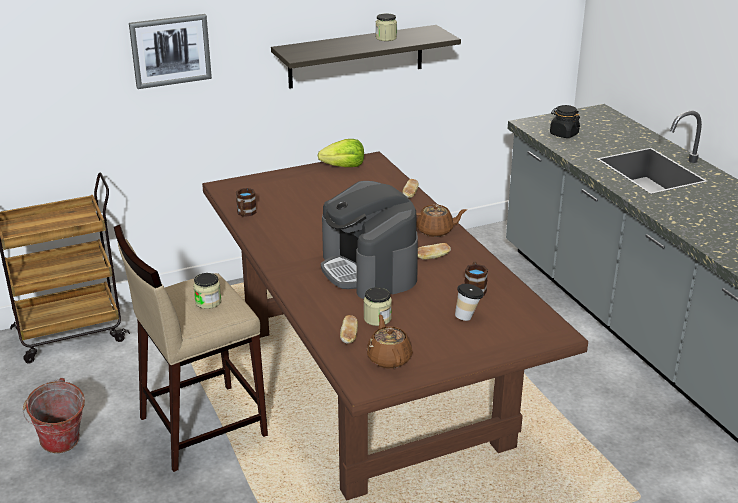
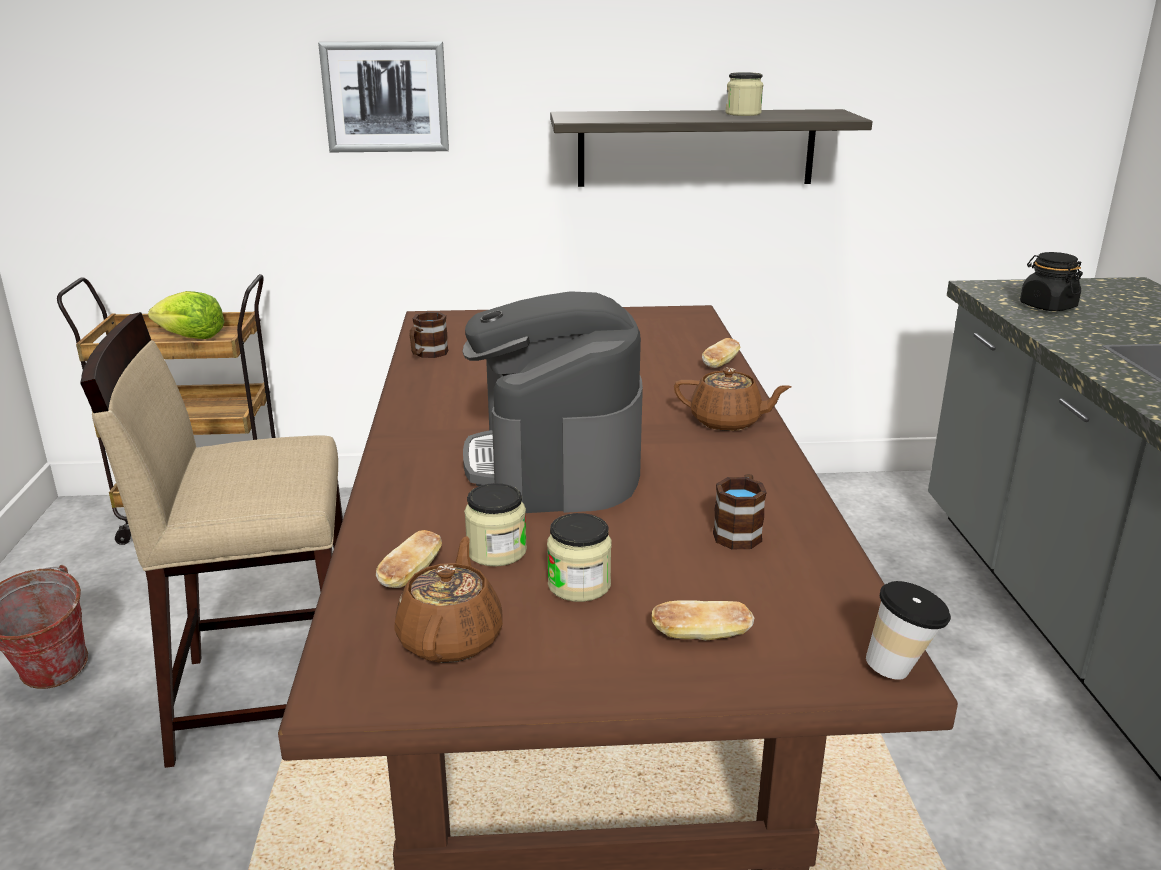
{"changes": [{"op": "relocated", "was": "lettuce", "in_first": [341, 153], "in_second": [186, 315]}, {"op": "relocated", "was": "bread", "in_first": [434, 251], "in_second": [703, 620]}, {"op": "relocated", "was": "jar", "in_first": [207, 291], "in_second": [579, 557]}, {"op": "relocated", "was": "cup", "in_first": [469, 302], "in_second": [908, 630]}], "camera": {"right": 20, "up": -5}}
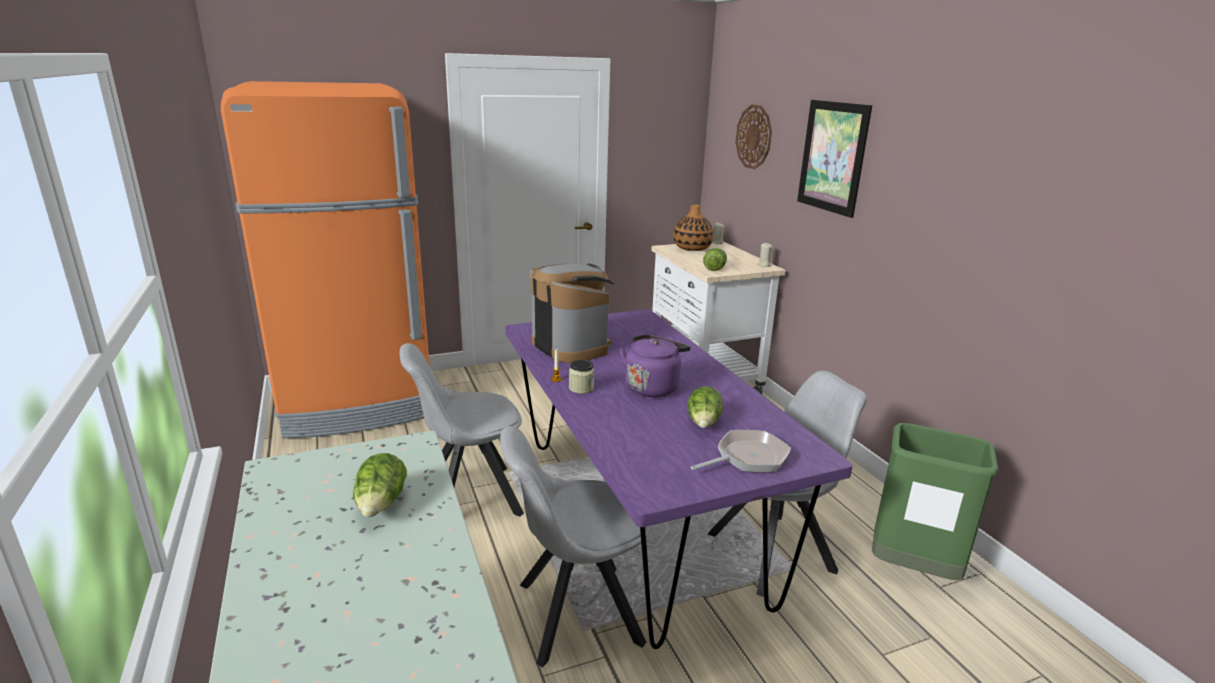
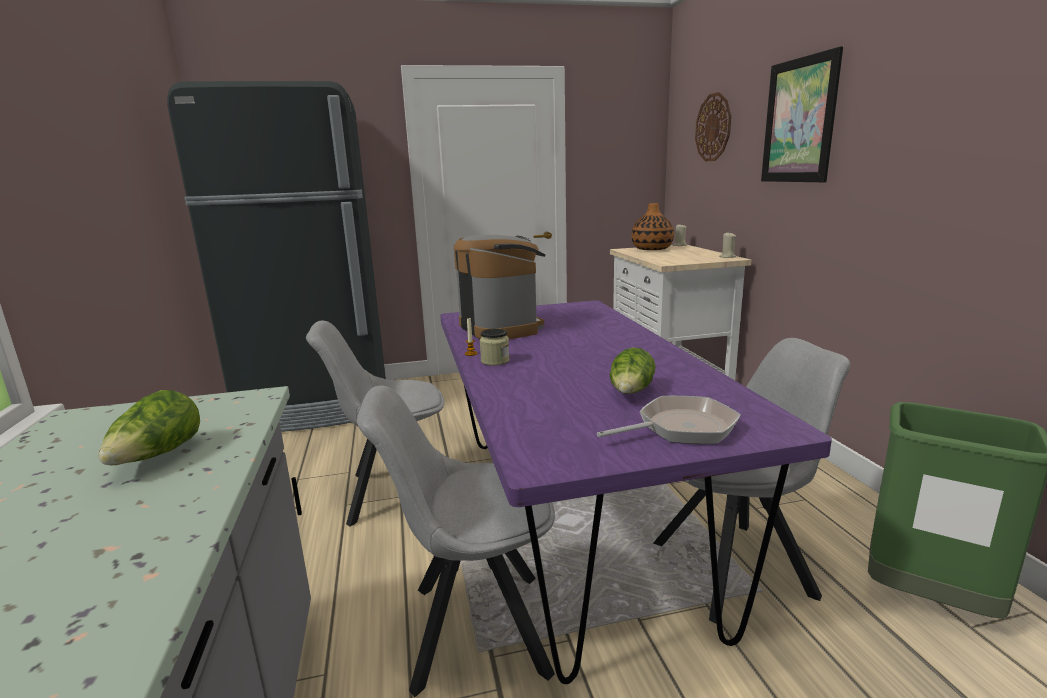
{"changes": [{"op": "colour", "was": "orange fridge", "now": "black fridge", "in_first": [325, 259], "in_second": [276, 256]}, {"op": "missing", "was": "lettuce", "in_first": [715, 259]}, {"op": "missing", "was": "purple kettle", "in_first": [655, 365]}], "camera": {"right": 10, "up": -5}}
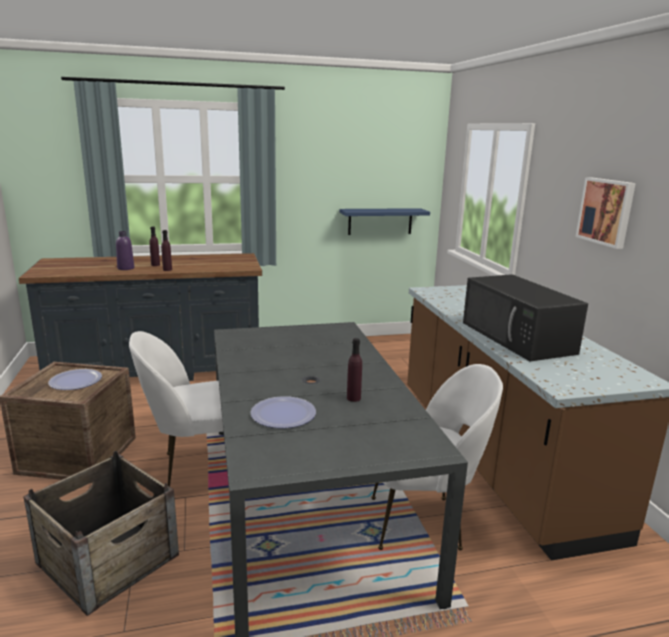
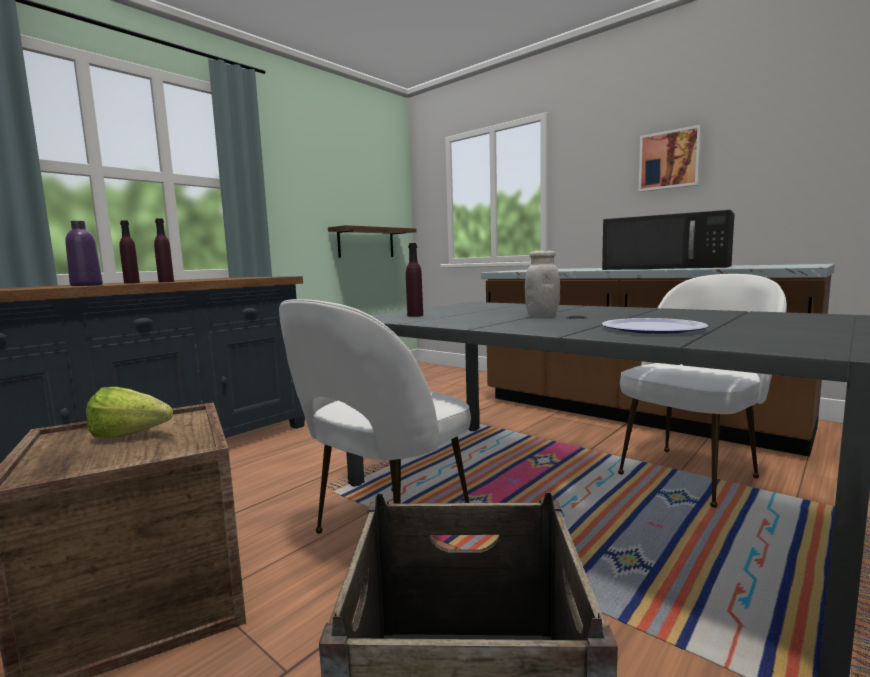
{"changes": [{"op": "colour", "was": "blue shelf", "now": "brown shelf", "in_first": [384, 221], "in_second": [372, 241]}, {"op": "relocated", "was": "purple bottle", "in_first": [354, 370], "in_second": [414, 280]}, {"op": "exchanged", "was": "plate", "now": "lettuce", "in_first": [75, 379], "in_second": [129, 412]}, {"op": "appeared", "now": "white jar", "in_second": [542, 284]}], "camera": {"right": -35, "up": -10}}
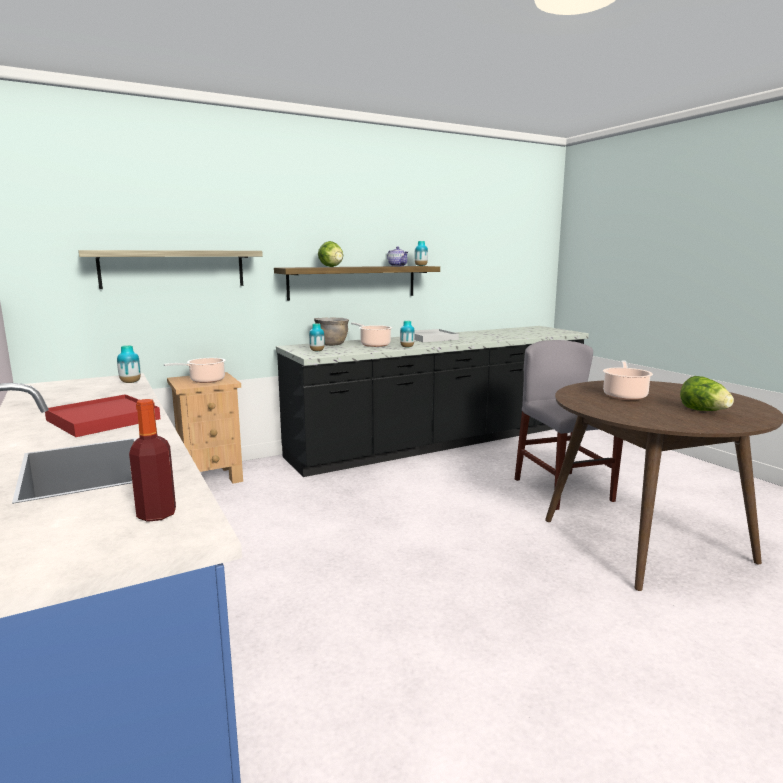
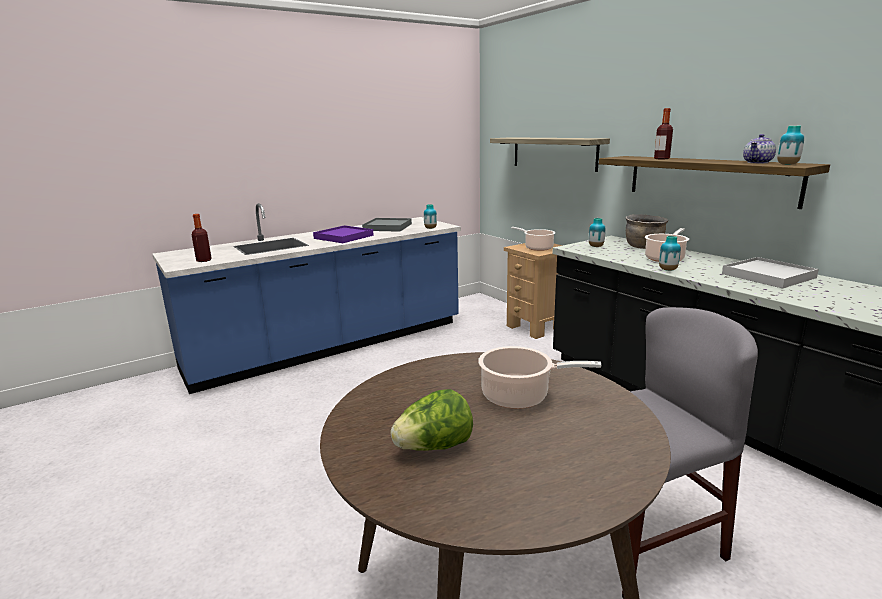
{"changes": [{"op": "exchanged", "was": "lettuce", "now": "bottle", "in_first": [330, 254], "in_second": [663, 133]}, {"op": "colour", "was": "red tray", "now": "purple tray", "in_first": [102, 415], "in_second": [343, 234]}, {"op": "appeared", "now": "grey tray", "in_second": [387, 225]}], "camera": {"right": 85, "up": 5}}
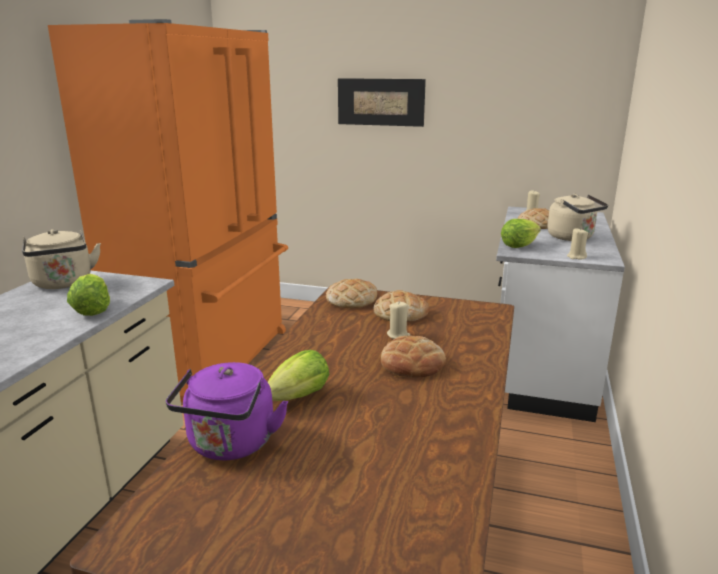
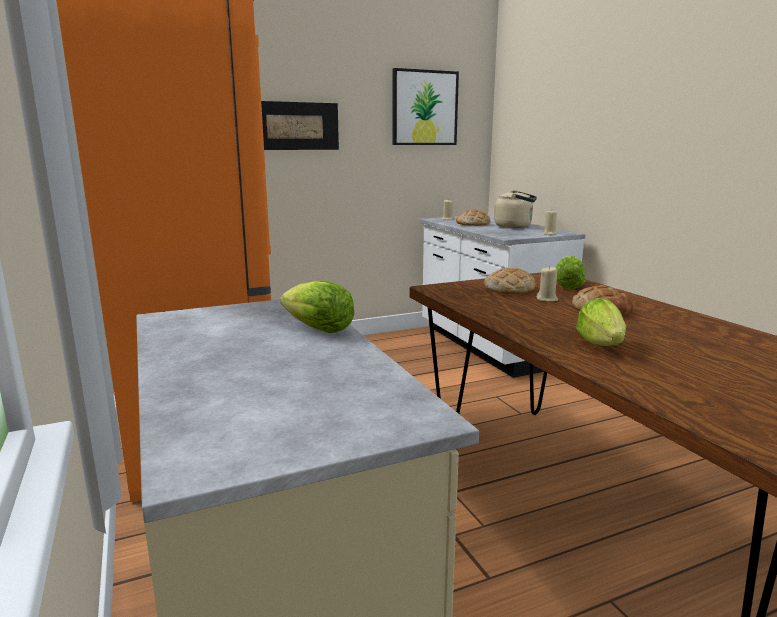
{"changes": [{"op": "relocated", "was": "lettuce", "in_first": [521, 233], "in_second": [571, 272]}, {"op": "missing", "was": "beige kettle", "in_first": [61, 259]}, {"op": "missing", "was": "bread", "in_first": [351, 293]}, {"op": "missing", "was": "purple kettle", "in_first": [227, 411]}, {"op": "appeared", "now": "picture", "in_second": [425, 106]}], "camera": {"right": -40, "up": -5}}
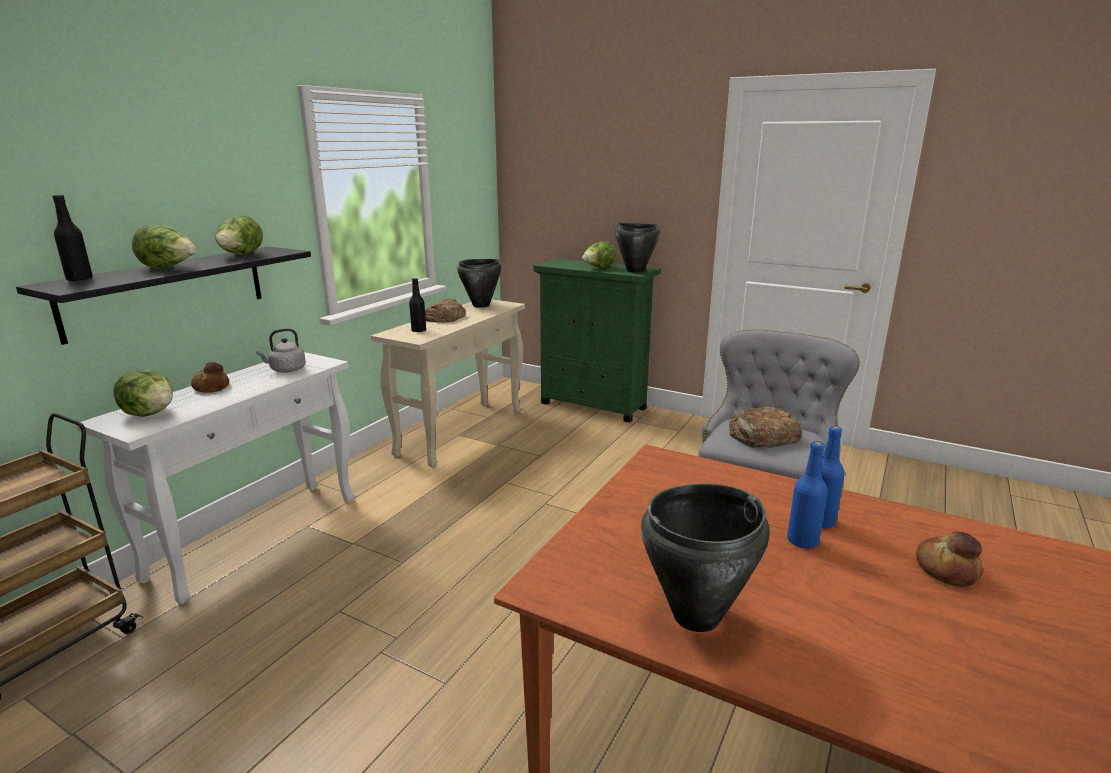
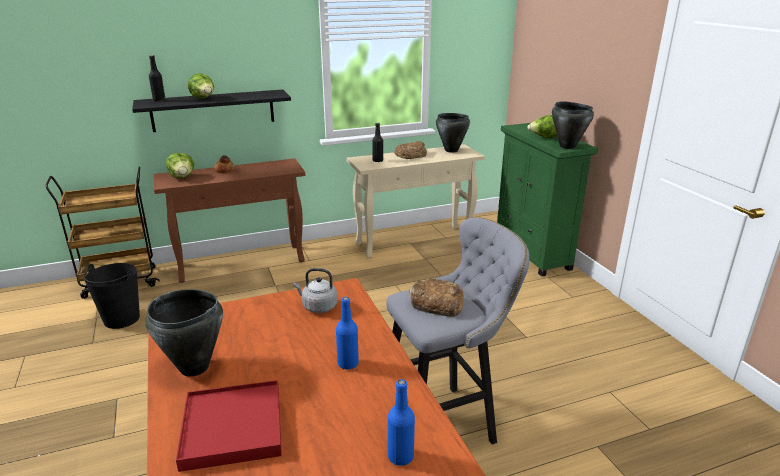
{"changes": [{"op": "missing", "was": "lettuce", "in_first": [239, 235]}, {"op": "relocated", "was": "grey kettle", "in_first": [281, 350], "in_second": [315, 290]}, {"op": "colour", "was": "white console table", "now": "brown console table", "in_first": [215, 478], "in_second": [229, 220]}, {"op": "relocated", "was": "blue bottle", "in_first": [807, 494], "in_second": [401, 422]}, {"op": "missing", "was": "bread", "in_first": [949, 559]}, {"op": "appeared", "now": "black bucket", "in_second": [111, 296]}, {"op": "appeared", "now": "red tray", "in_second": [229, 426]}], "camera": {"right": 40, "up": 5}}
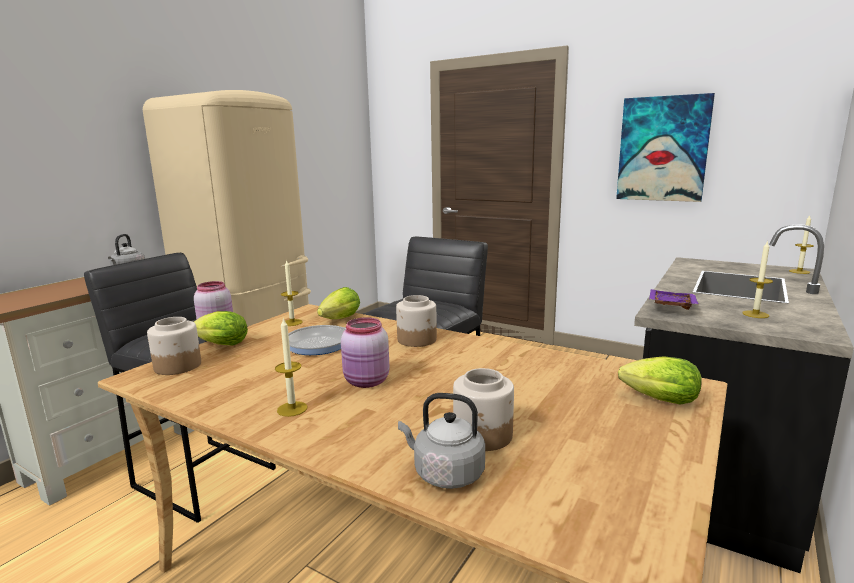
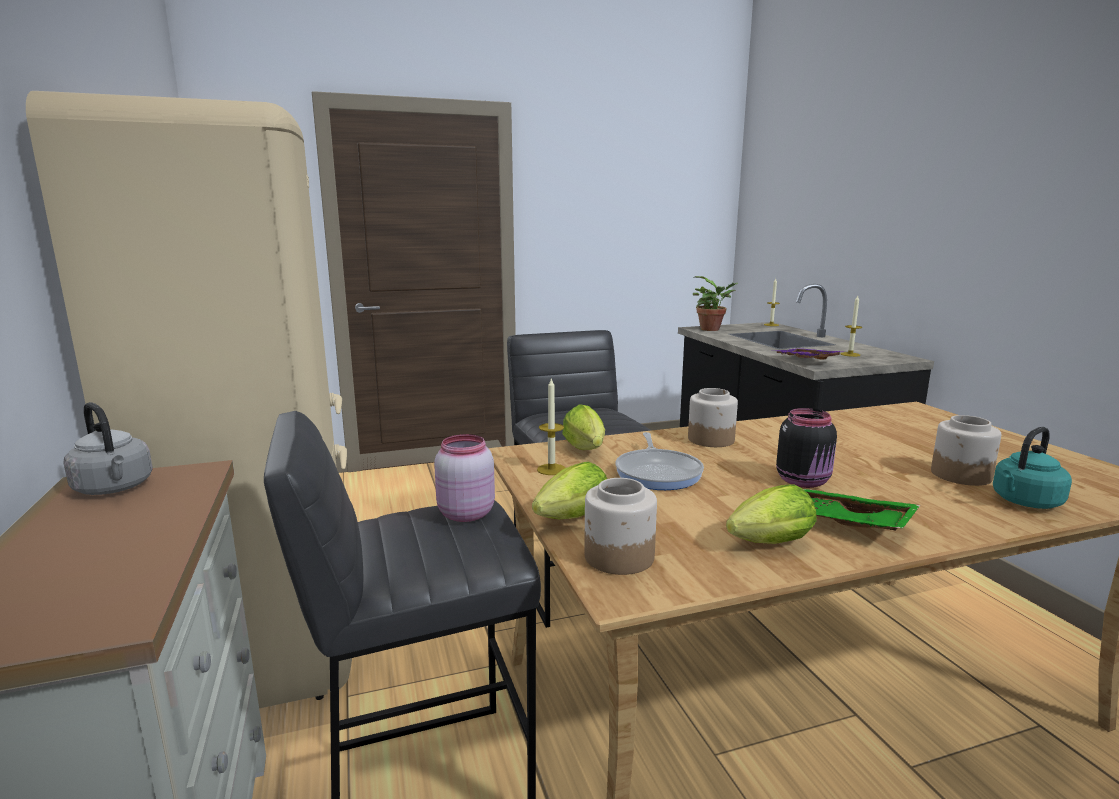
{"changes": [{"op": "missing", "was": "picture", "in_first": [665, 147]}, {"op": "colour", "was": "pink jar", "now": "black jar", "in_first": [365, 352], "in_second": [806, 448]}, {"op": "exchanged", "was": "candle", "now": "green tray", "in_first": [291, 367], "in_second": [862, 509]}, {"op": "relocated", "was": "lettuce", "in_first": [660, 380], "in_second": [771, 514]}, {"op": "colour", "was": "grey kettle", "now": "turquoise kettle", "in_first": [441, 441], "in_second": [1032, 468]}, {"op": "appeared", "now": "potted plant", "in_second": [715, 303]}], "camera": {"right": -50, "up": 0}}
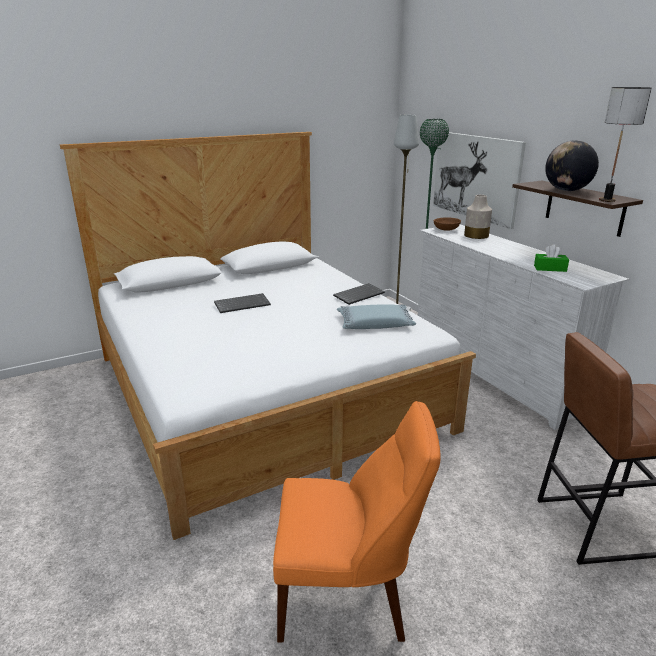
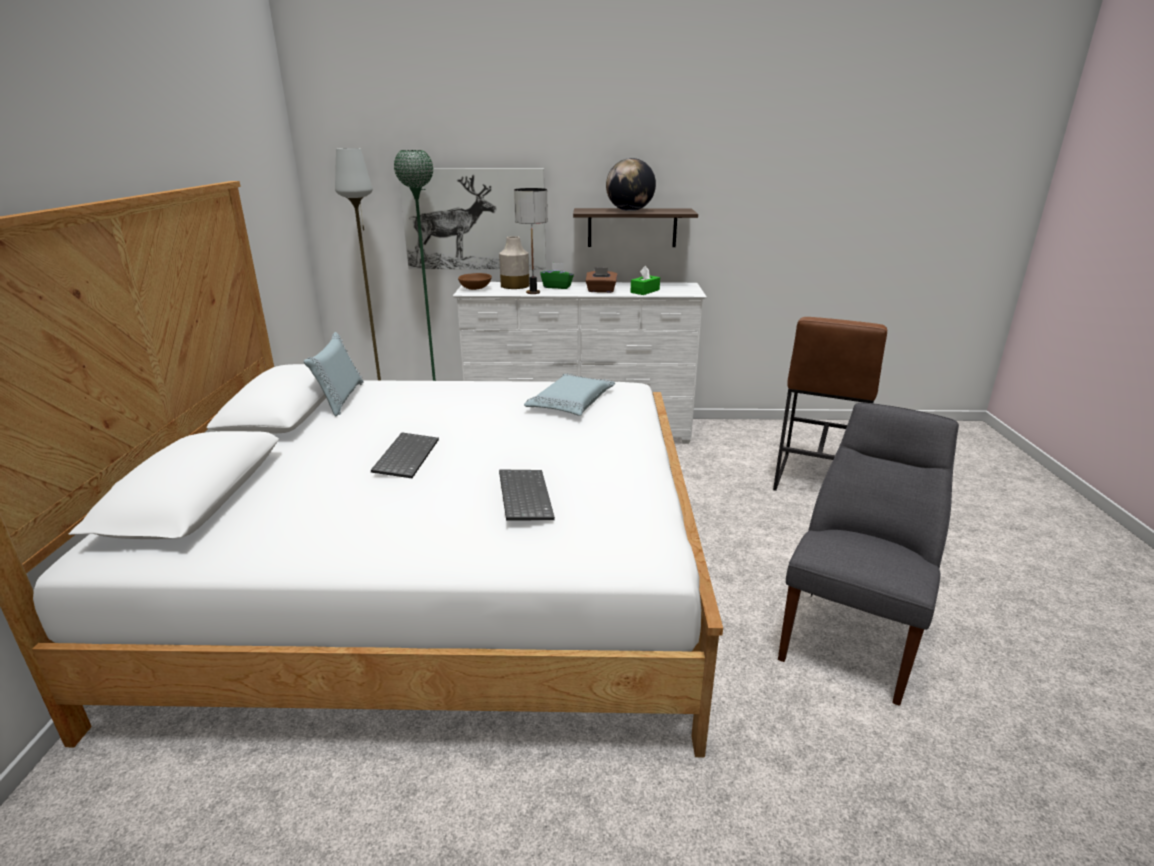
{"changes": [{"op": "relocated", "was": "table lamp", "in_first": [625, 144], "in_second": [531, 241]}, {"op": "relocated", "was": "keyboard", "in_first": [359, 294], "in_second": [527, 494]}, {"op": "colour", "was": "orange chair", "now": "grey chair", "in_first": [357, 521], "in_second": [868, 554]}, {"op": "appeared", "now": "green tissue box", "in_second": [557, 276]}, {"op": "appeared", "now": "brown tissue box", "in_second": [601, 280]}, {"op": "appeared", "now": "blue pillow", "in_second": [334, 374]}], "camera": {"right": -60, "up": 0}}
